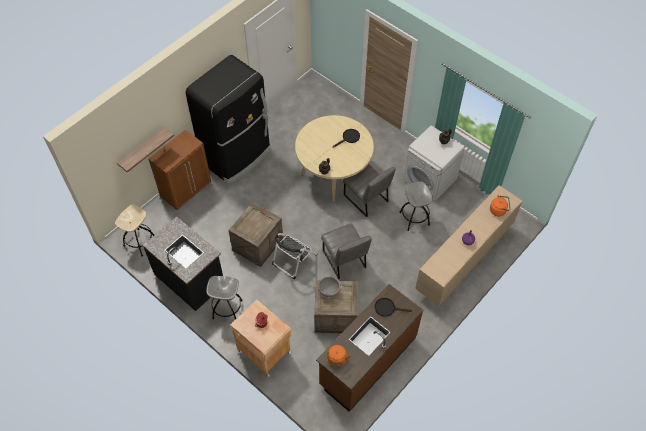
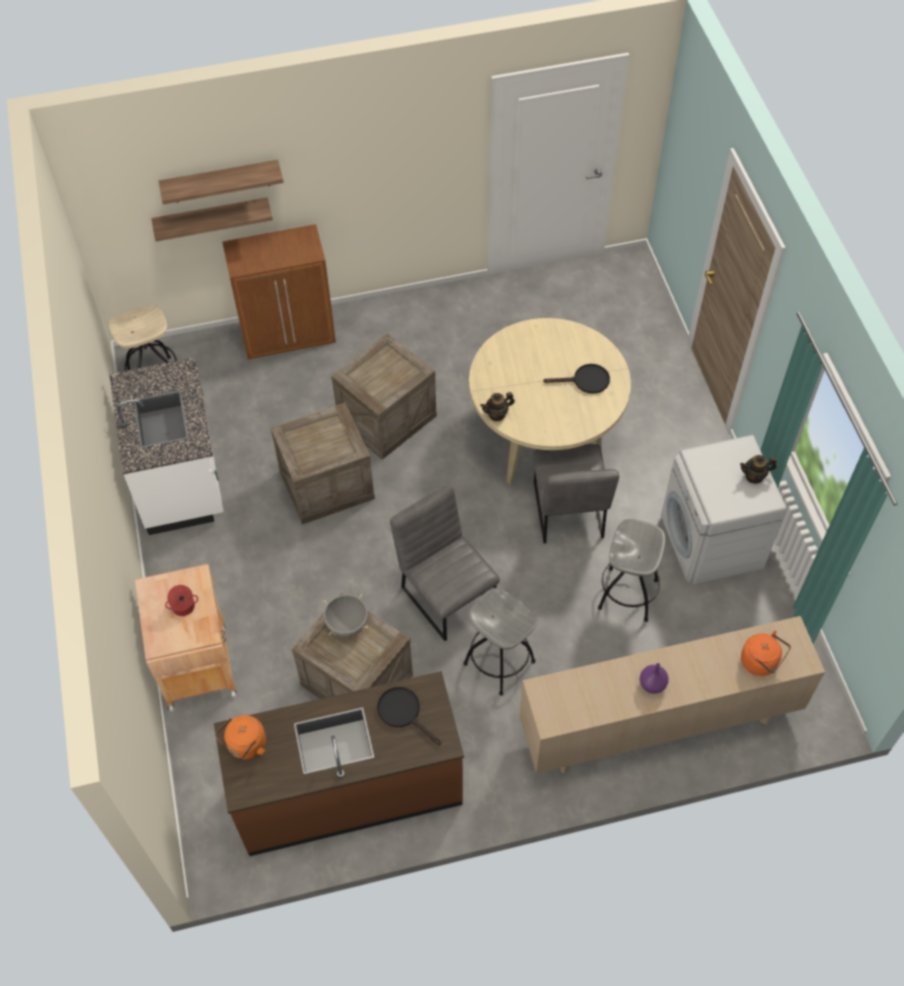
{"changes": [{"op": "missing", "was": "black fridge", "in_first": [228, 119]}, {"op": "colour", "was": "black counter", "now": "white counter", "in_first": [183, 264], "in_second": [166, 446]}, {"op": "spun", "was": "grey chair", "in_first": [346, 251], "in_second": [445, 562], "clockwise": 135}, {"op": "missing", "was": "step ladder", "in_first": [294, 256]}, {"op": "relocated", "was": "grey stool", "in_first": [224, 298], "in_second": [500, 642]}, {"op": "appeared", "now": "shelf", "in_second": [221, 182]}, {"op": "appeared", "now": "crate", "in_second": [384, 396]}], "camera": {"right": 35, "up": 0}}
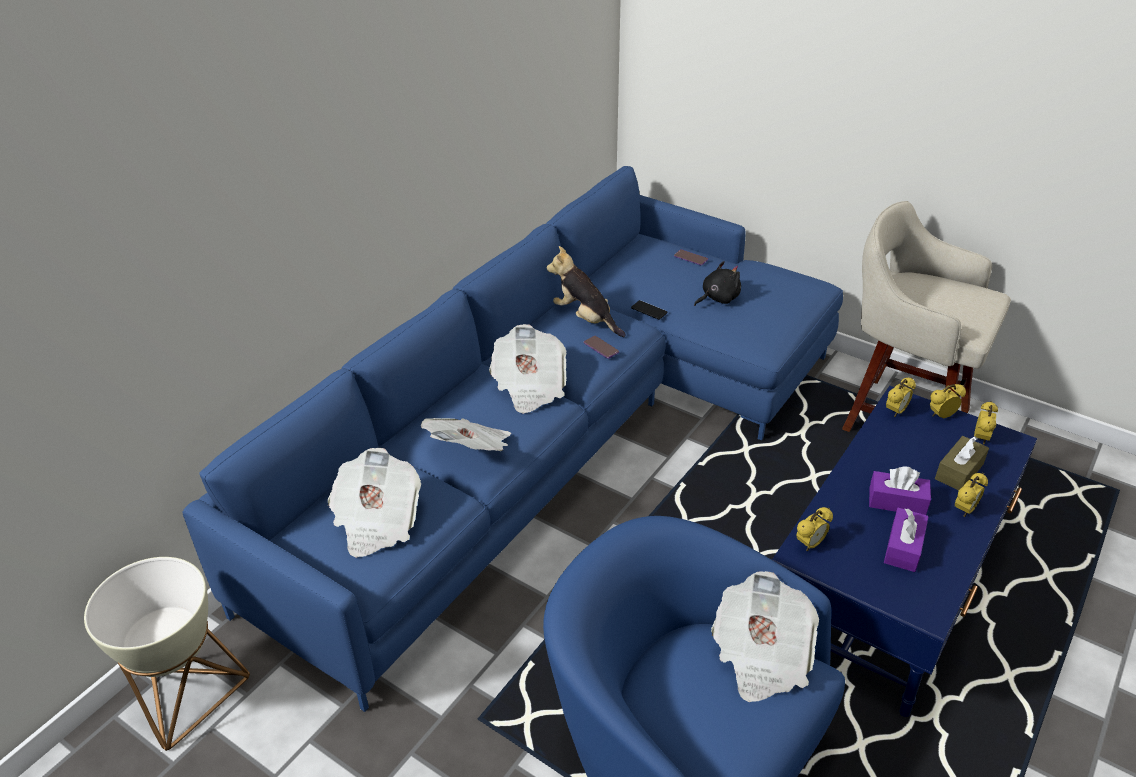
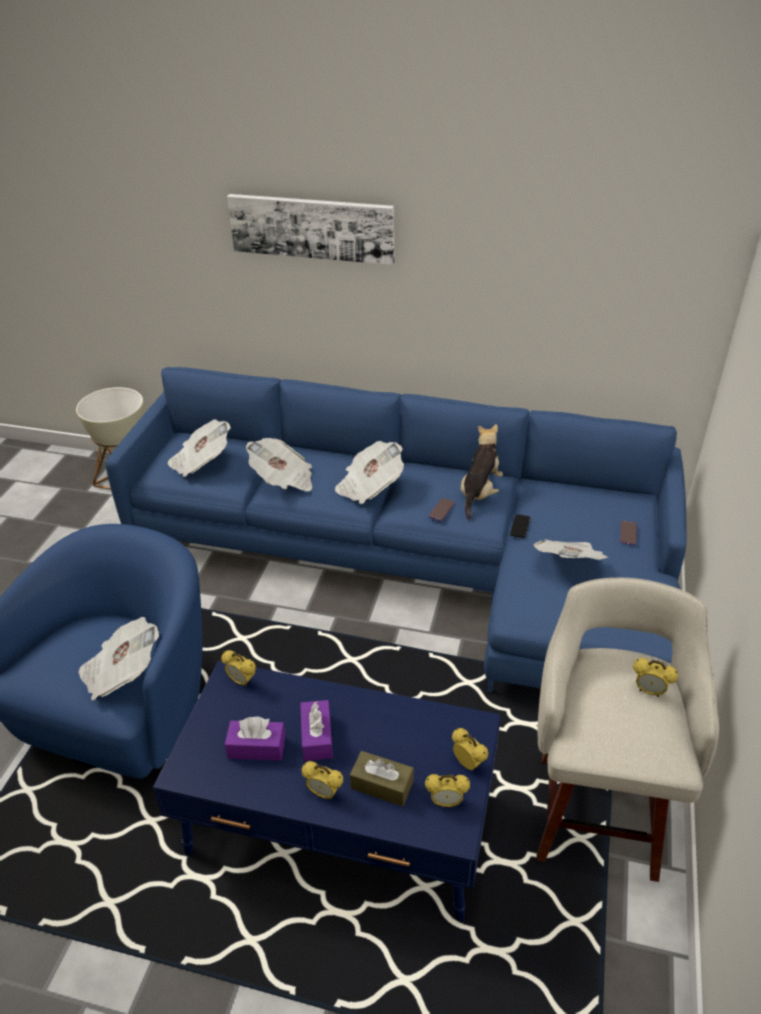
{"changes": [{"op": "exchanged", "was": "black plush toy", "now": "newspaper", "in_first": [717, 283], "in_second": [571, 549]}, {"op": "relocated", "was": "alarm clock", "in_first": [901, 397], "in_second": [655, 677]}, {"op": "appeared", "now": "picture", "in_second": [310, 229]}], "camera": {"right": 70, "up": 0}}
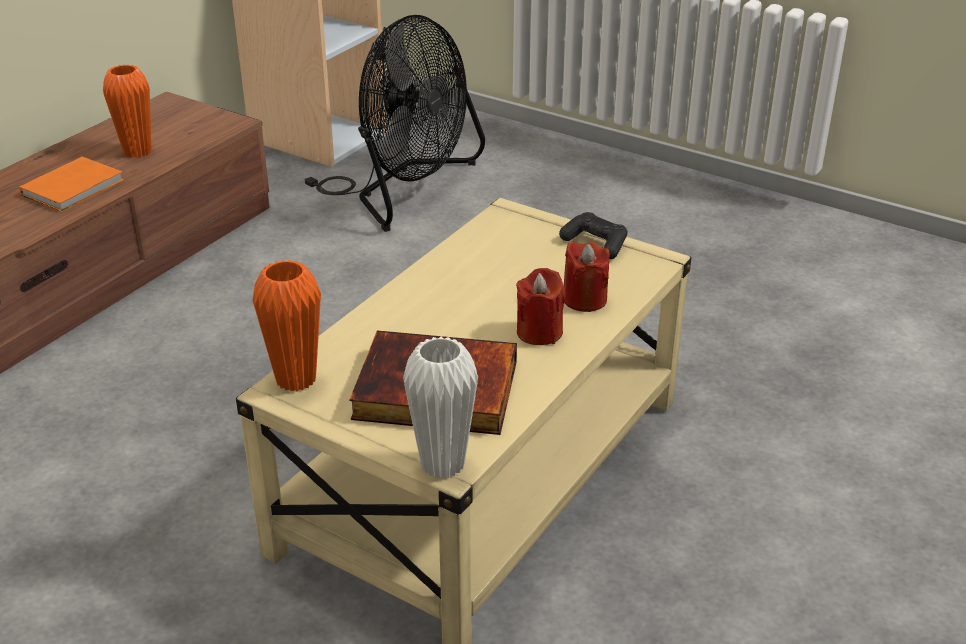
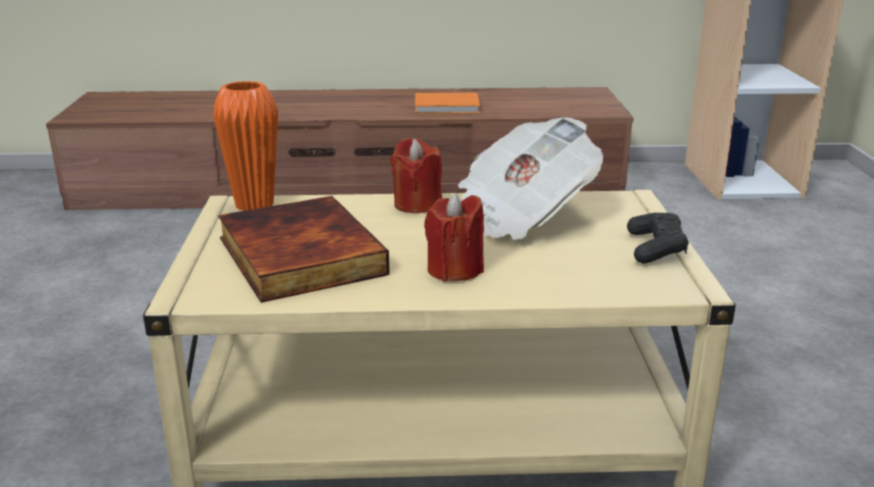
{"changes": [{"op": "missing", "was": "black fan", "in_first": [395, 123]}, {"op": "missing", "was": "orange vase", "in_first": [127, 111]}, {"op": "relocated", "was": "red candle", "in_first": [587, 276], "in_second": [416, 175]}, {"op": "missing", "was": "white vase", "in_first": [440, 408]}, {"op": "appeared", "now": "newspaper", "in_second": [530, 178]}], "camera": {"right": 55, "up": -10}}
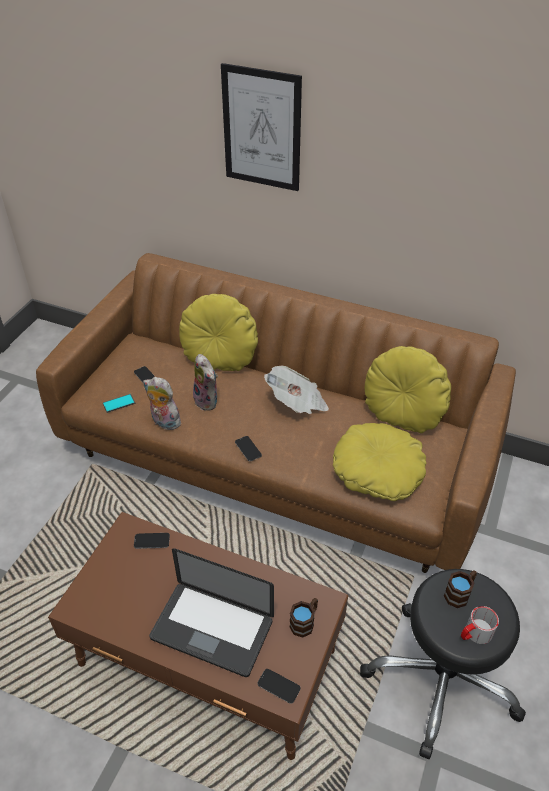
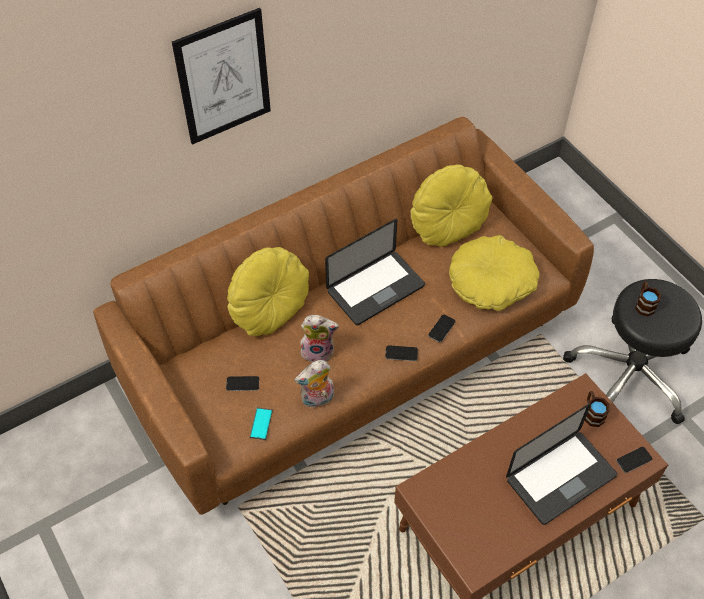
{"changes": [{"op": "exchanged", "was": "newspaper", "now": "laptop", "in_first": [296, 390], "in_second": [375, 272]}, {"op": "relocated", "was": "phone", "in_first": [152, 541], "in_second": [442, 328]}, {"op": "missing", "was": "mug", "in_first": [480, 625]}], "camera": {"right": -55, "up": 10}}
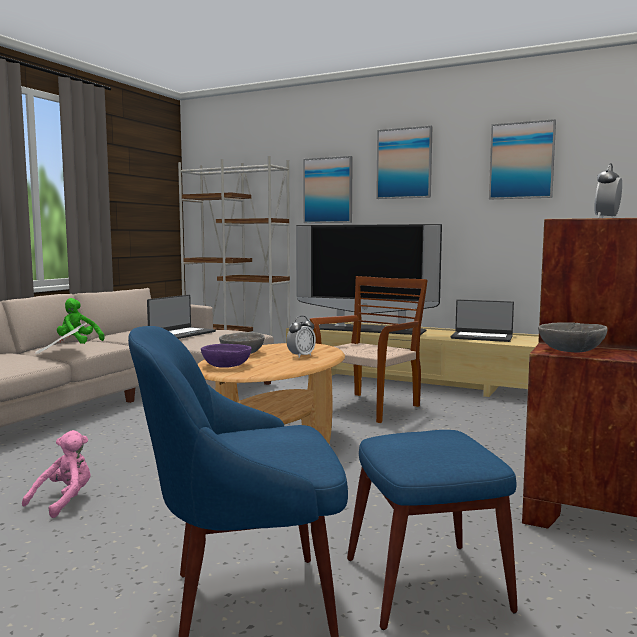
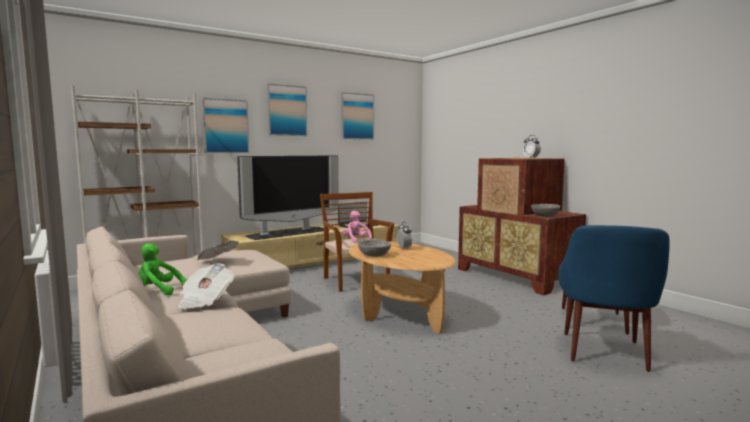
{"changes": [{"op": "exchanged", "was": "laptop", "now": "newspaper", "in_first": [181, 317], "in_second": [218, 250]}, {"op": "spun", "was": "green plush toy", "in_first": [81, 321], "in_second": [163, 269], "clockwise": 45}, {"op": "missing", "was": "purple bowl", "in_first": [226, 356]}, {"op": "relocated", "was": "pink plush toy", "in_first": [56, 474], "in_second": [357, 227]}], "camera": {"right": -60, "up": 0}}
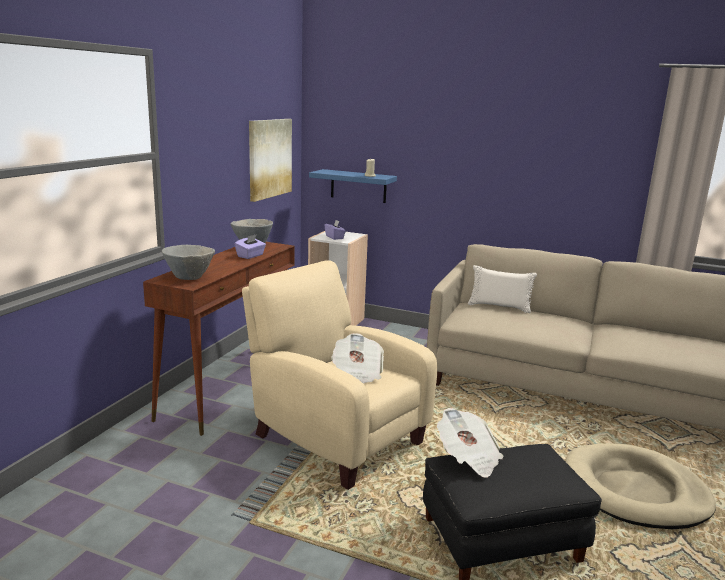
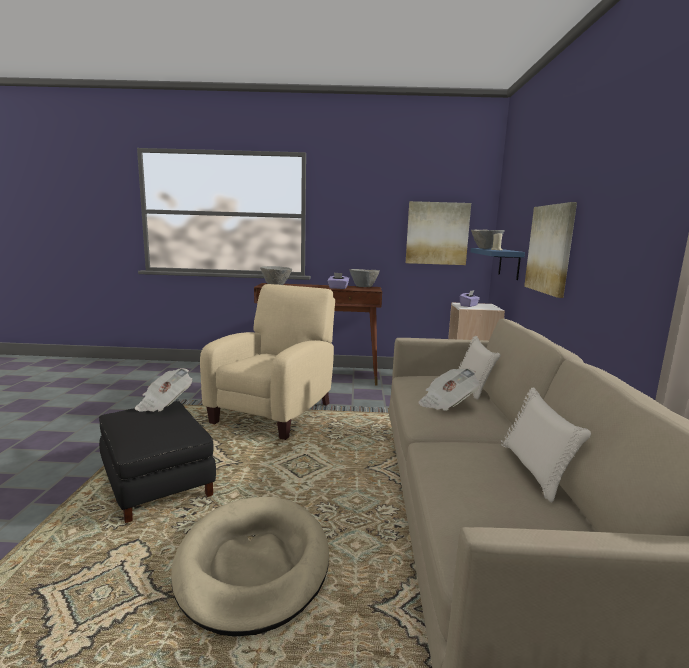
{"changes": [{"op": "relocated", "was": "newspaper", "in_first": [357, 358], "in_second": [449, 389]}, {"op": "appeared", "now": "picture", "in_second": [550, 250]}, {"op": "appeared", "now": "grey bowl", "in_second": [488, 239]}, {"op": "appeared", "now": "white pillow", "in_second": [545, 445]}], "camera": {"right": 70, "up": -5}}
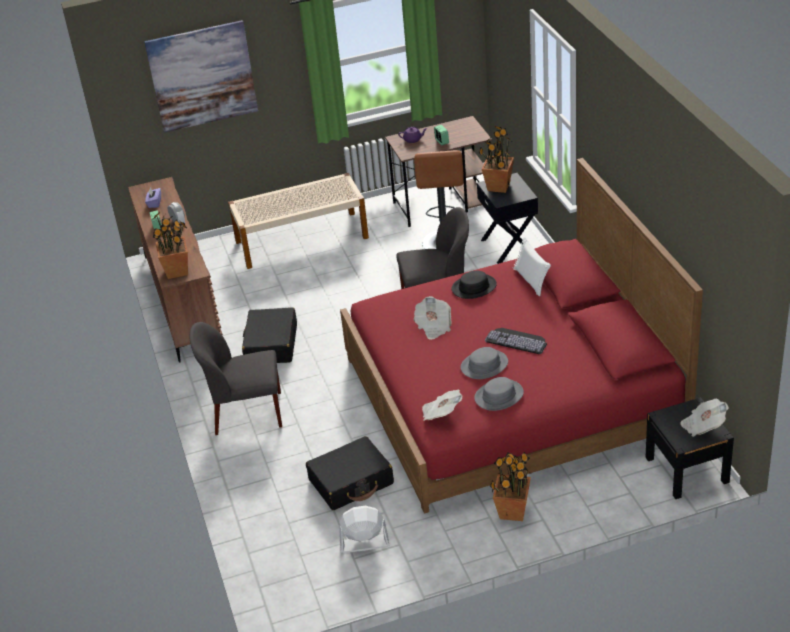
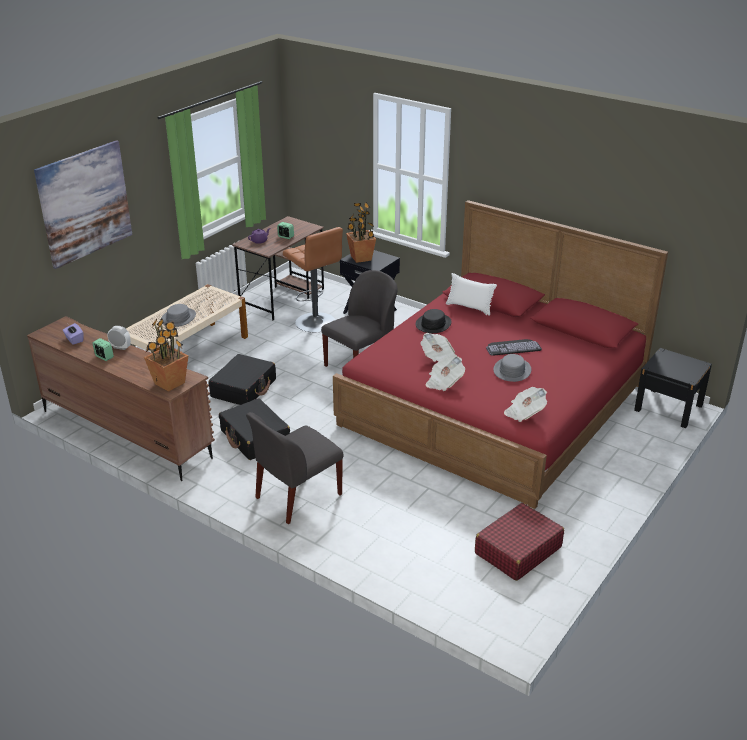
{"changes": [{"op": "relocated", "was": "grey hat", "in_first": [499, 394], "in_second": [178, 315]}, {"op": "relocated", "was": "newspaper", "in_first": [704, 418], "in_second": [445, 373]}, {"op": "relocated", "was": "black suitcase", "in_first": [350, 473], "in_second": [242, 379]}, {"op": "missing", "was": "potted plant", "in_first": [511, 486]}, {"op": "exchanged", "was": "white fan", "now": "red suitcase", "in_first": [364, 529], "in_second": [519, 542]}], "camera": {"right": -40, "up": -5}}
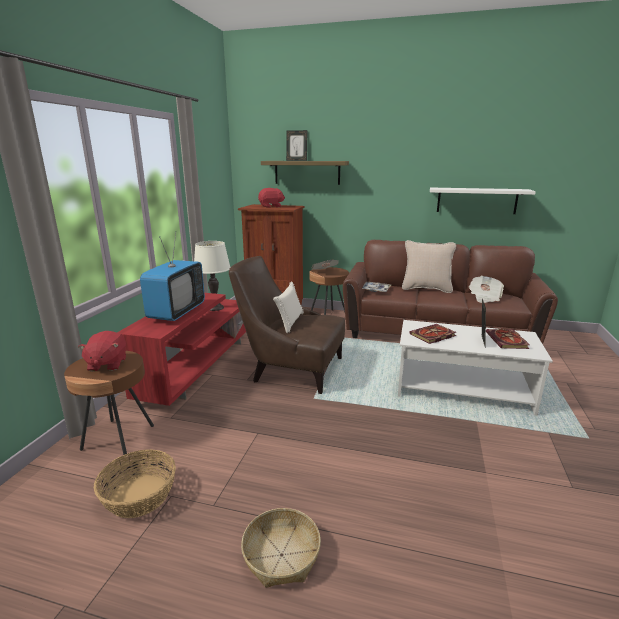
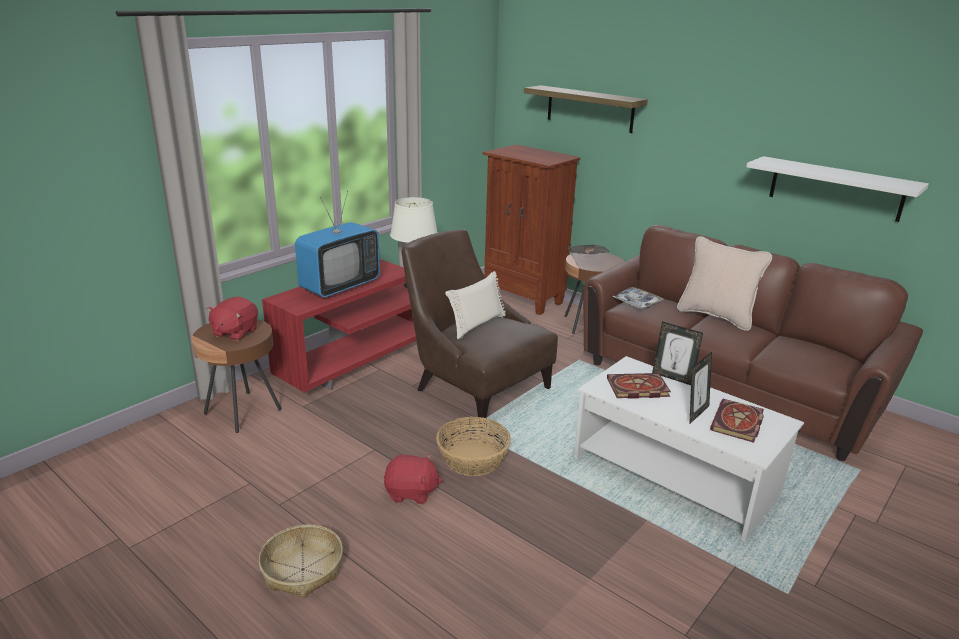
{"changes": [{"op": "relocated", "was": "picture frame", "in_first": [297, 145], "in_second": [677, 353]}, {"op": "relocated", "was": "red plush toy", "in_first": [271, 198], "in_second": [413, 479]}, {"op": "missing", "was": "newspaper", "in_first": [486, 289]}, {"op": "relocated", "was": "basket", "in_first": [135, 483], "in_second": [473, 446]}], "camera": {"right": 25, "up": 5}}
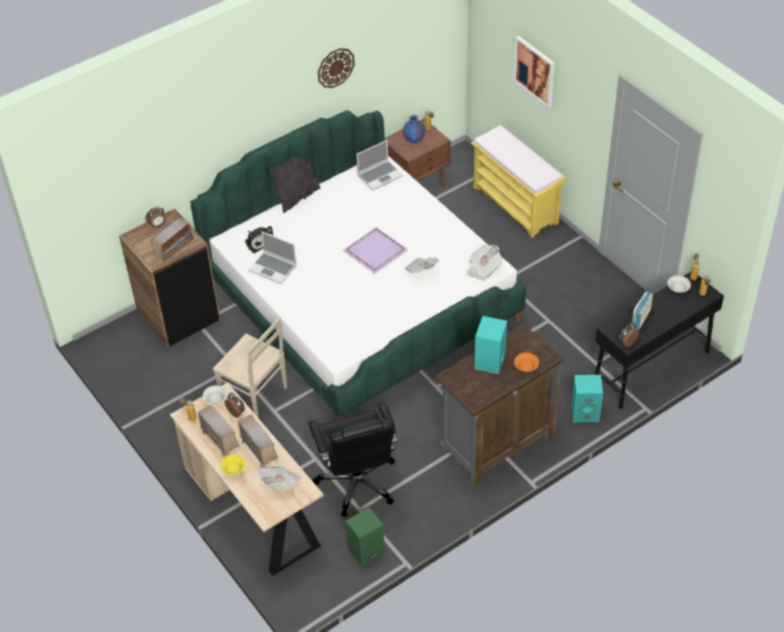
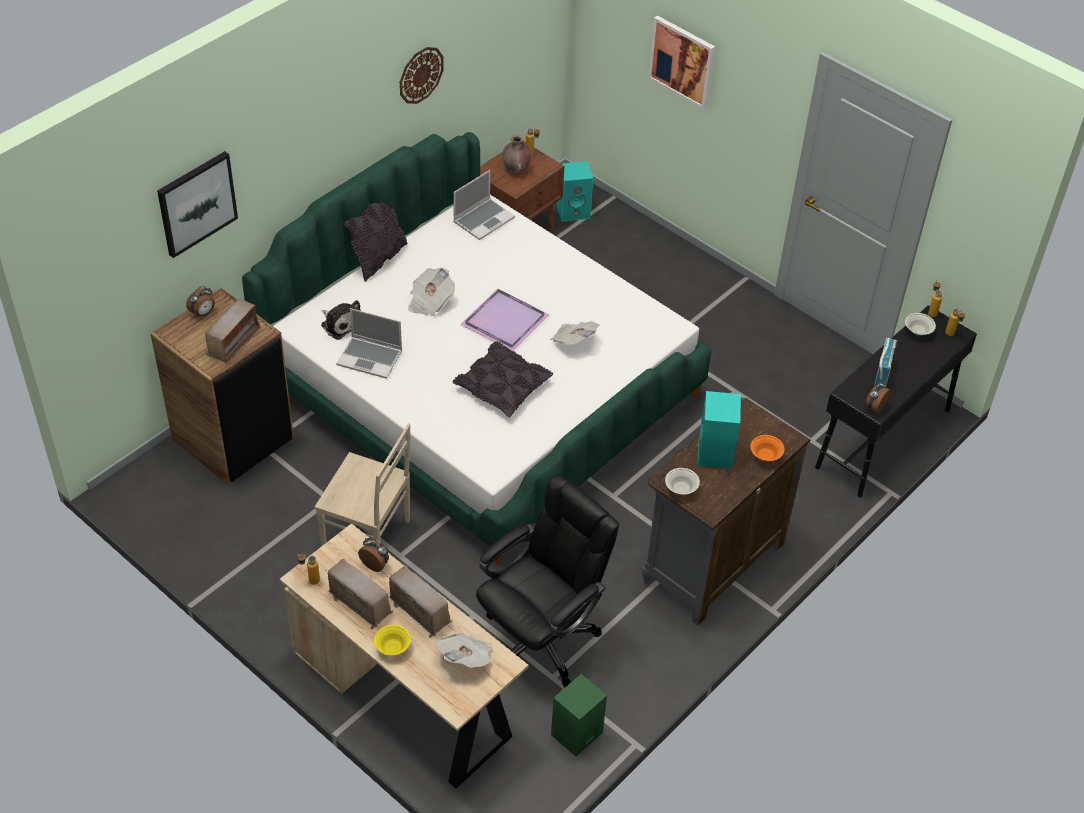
{"changes": [{"op": "colour", "was": "blue vase", "now": "brown vase", "in_first": [414, 129], "in_second": [516, 153]}, {"op": "missing", "was": "yellow bench", "in_first": [518, 181]}, {"op": "relocated", "was": "newspaper", "in_first": [484, 263], "in_second": [431, 292]}, {"op": "relocated", "was": "turquoise speaker", "in_first": [587, 398], "in_second": [574, 191]}, {"op": "relocated", "was": "white bowl", "in_first": [215, 394], "in_second": [682, 481]}, {"op": "spun", "was": "black office chair", "in_first": [353, 459], "in_second": [547, 581], "clockwise": -105}, {"op": "appeared", "now": "picture", "in_second": [197, 204]}, {"op": "appeared", "now": "black pillow", "in_second": [503, 379]}], "camera": {"right": -15, "up": 0}}
